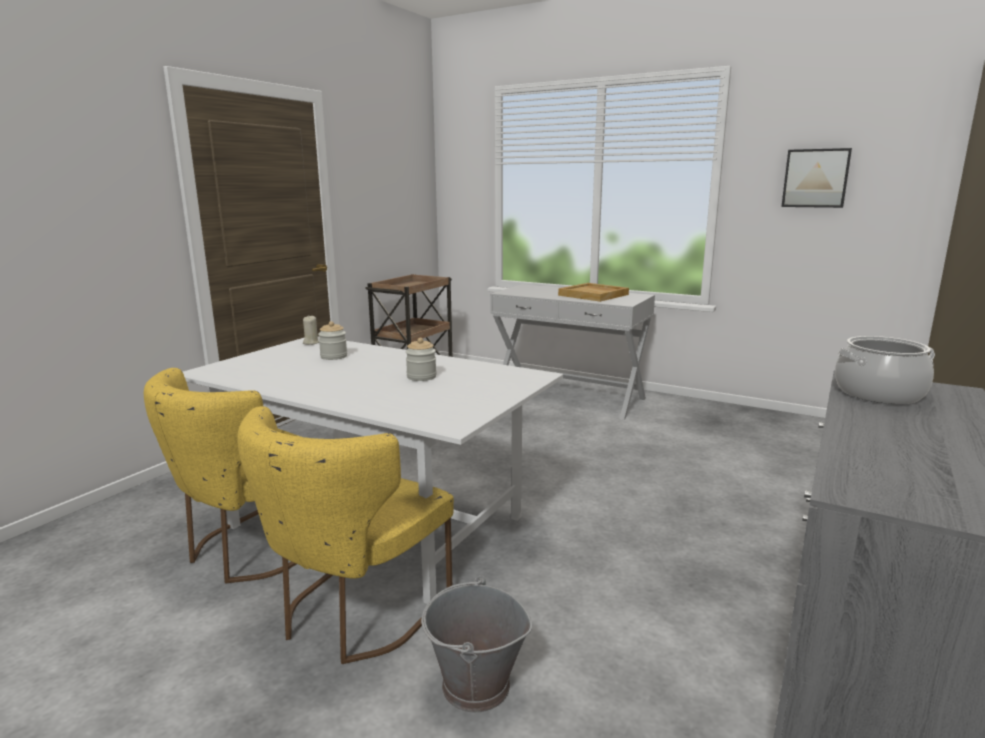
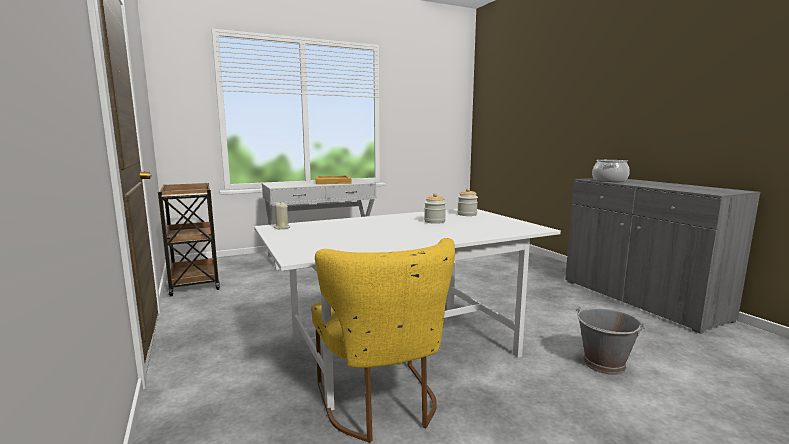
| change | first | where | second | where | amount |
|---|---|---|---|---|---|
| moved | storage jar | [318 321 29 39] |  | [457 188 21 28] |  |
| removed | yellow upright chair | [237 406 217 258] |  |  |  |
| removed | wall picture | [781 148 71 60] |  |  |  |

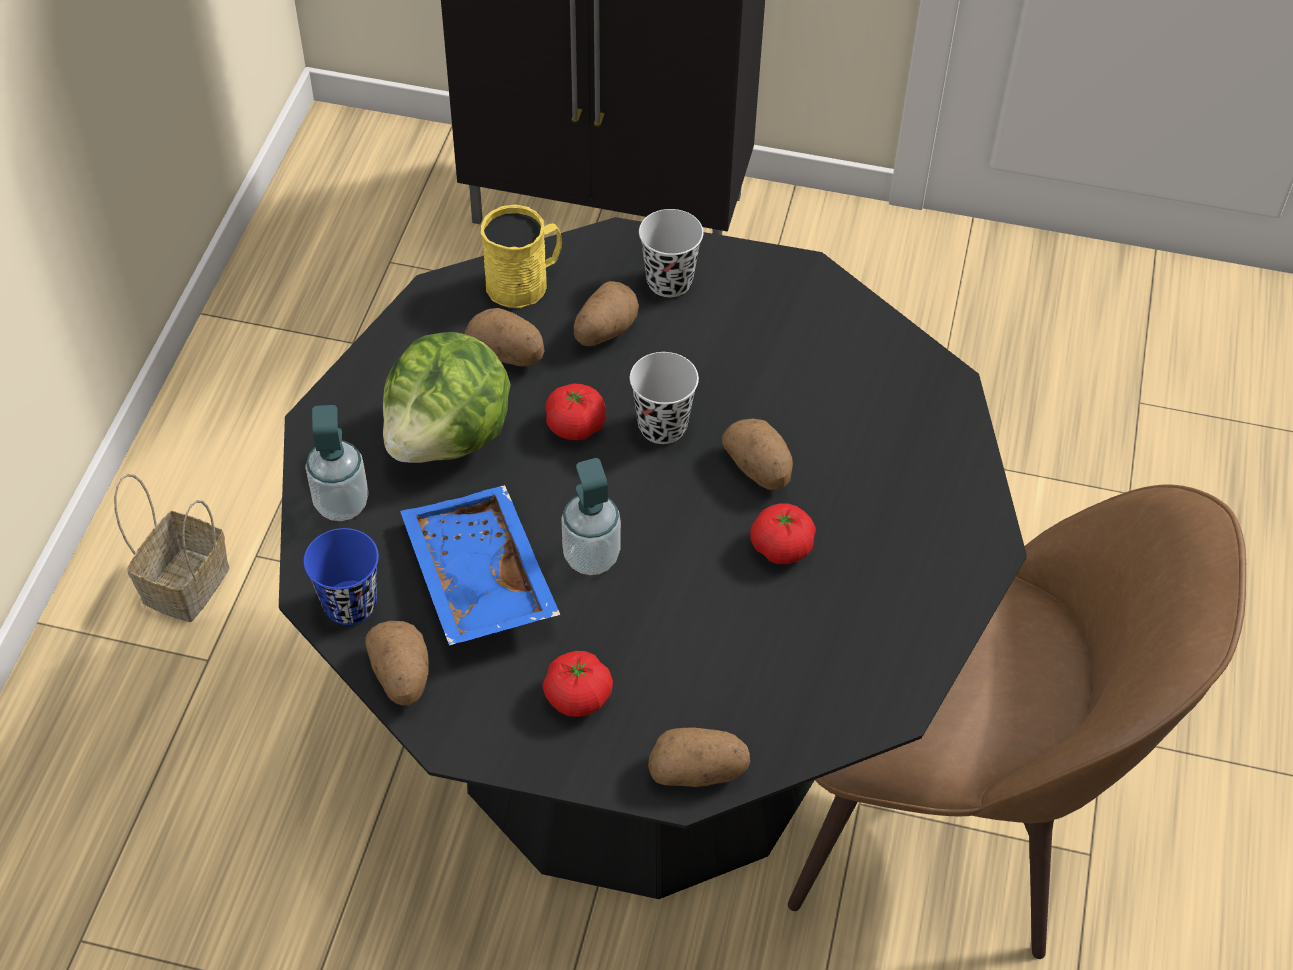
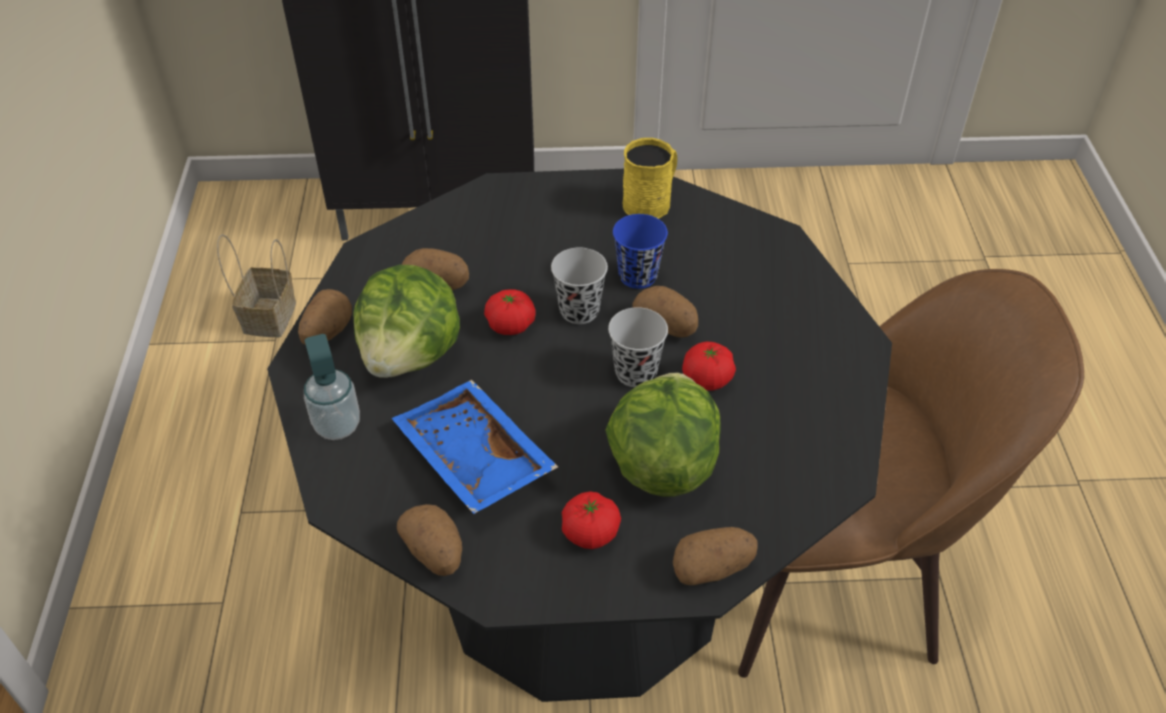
| change | first | where | second | where | amount |
|---|---|---|---|---|---|
| moved | storage basket | [114 474 115 148] |  | [217 234 79 103] |  |
| moved | whole potato | [574 281 65 65] |  | [298 289 54 56] |  |
| added |  |  | lettuce | [605 373 116 124] |  |
| moved | black-coloured cup | [639 209 65 88] |  | [608 307 60 80] |  |
| moved | bluish cup | [304 528 75 97] |  | [613 214 55 75] |  |
| moved | yellow mug | [481 204 81 104] |  | [623 138 54 81] |  |
| removed | soap dispenser | [561 458 60 117] |  |  |  |

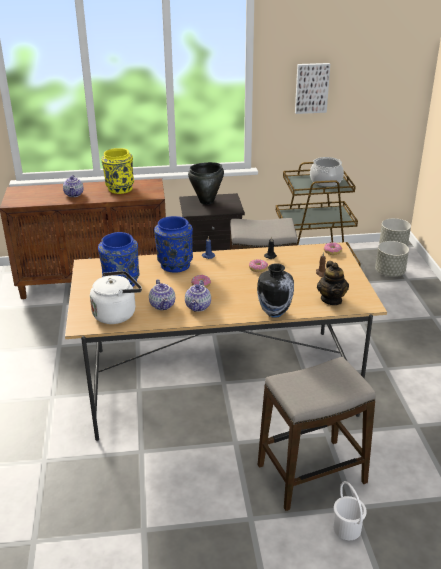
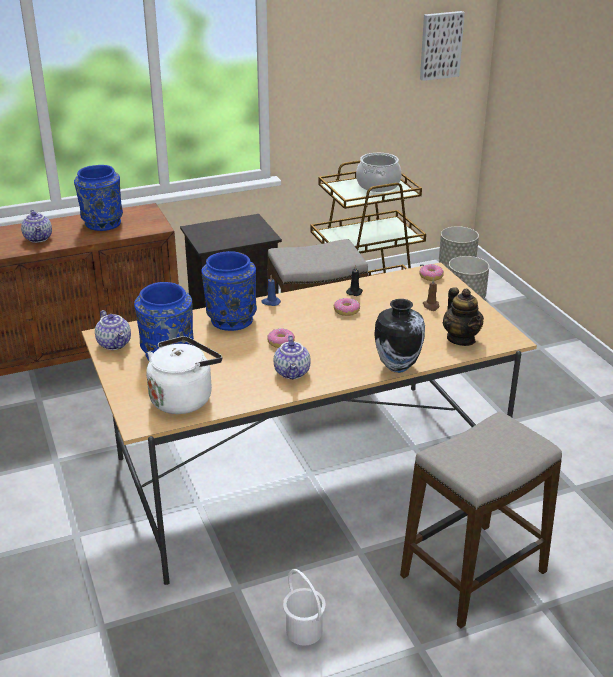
| change | first | where | second | where | amount |
|---|---|---|---|---|---|
| recoloured | yellow decorative vase | [101 148 33 46] | bluish decorative vase | [74 165 49 66] |  |
| moved | teapot | [149 279 26 31] |  | [95 310 36 40] |  |
| moved | white water bucket | [334 481 33 59] |  | [283 569 43 77] |  |
| moved | wall picture | [295 63 35 51] |  | [420 11 45 70] |  |
| removed | black-coloured cooking pot | [188 162 36 43] |  |  |  |

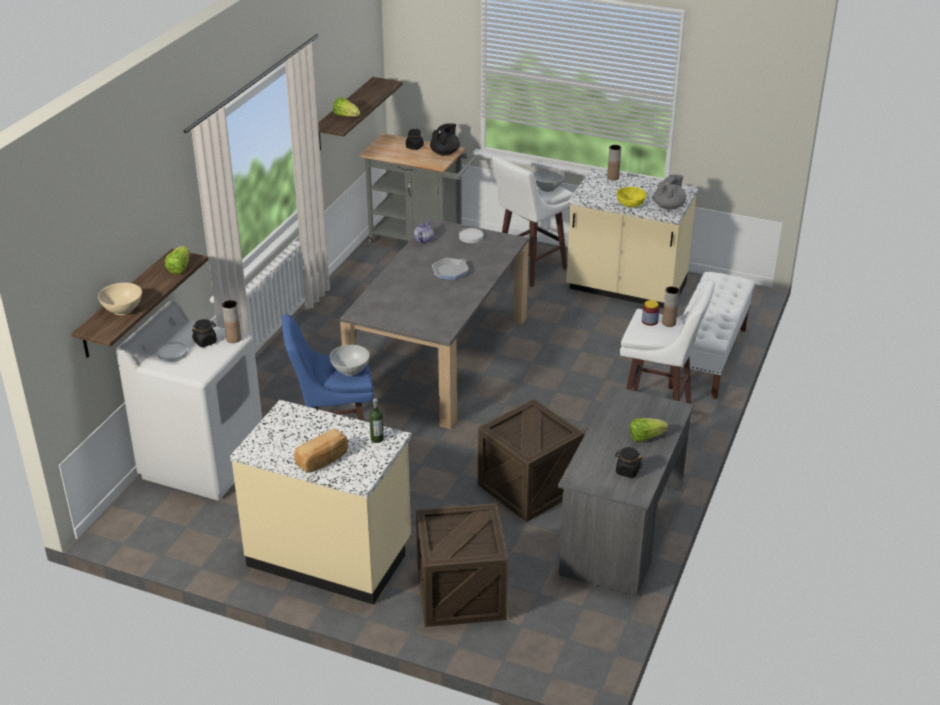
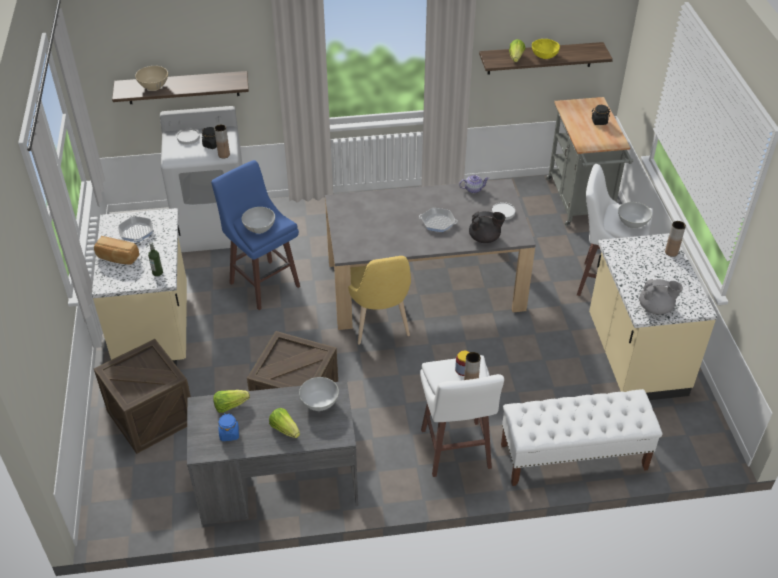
| change | first | where | second | where | amount |
|---|---|---|---|---|---|
| added |  |  | pan | [118 215 35 27] |  |
| moved | lettuce | [165 246 24 28] |  | [213 390 37 23] |  |
| recoloured | black-coloured storage jar | [615 447 27 31] | bluish storage jar | [218 413 21 28] |  |
| added |  |  | white deep dish | [299 377 40 34] |  |
| added |  |  | yellow upright chair | [348 256 63 88] |  |
| moved | black-coloured teapot | [430 123 30 33] |  | [469 211 37 32] |  |
| moved | yellow deep dish | [617 187 30 20] |  | [532 39 28 20] |  |

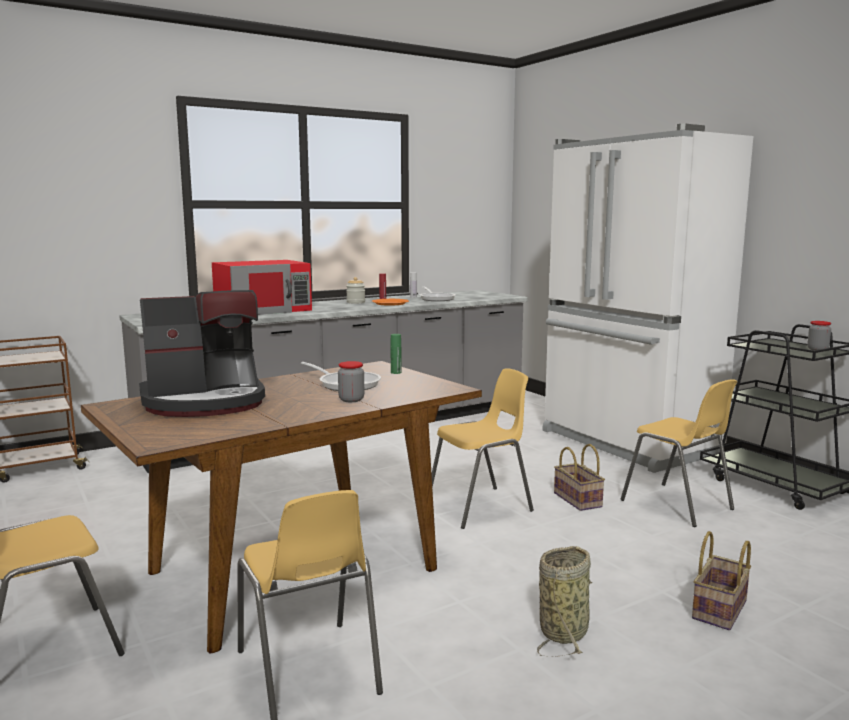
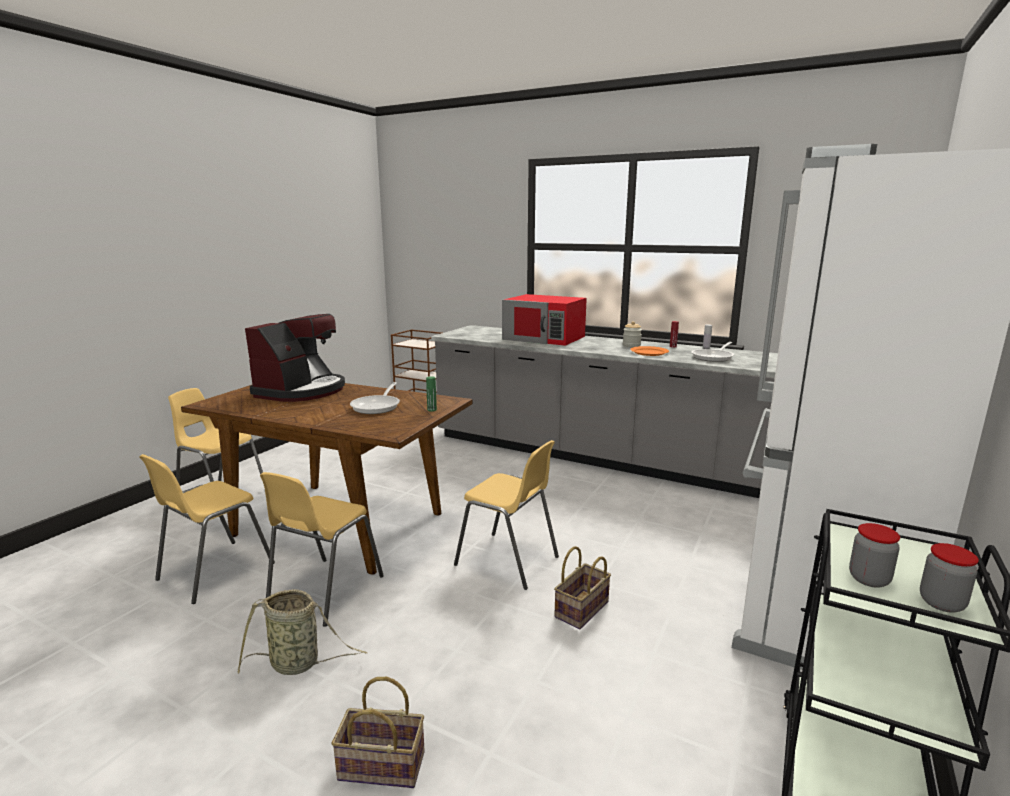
| change | first | where | second | where | amount |
|---|---|---|---|---|---|
| turned | coffee brewer | [139 290 126 127] |  | [245 314 100 88] | 105 degrees counterclockwise |
| moved | yellow upright chair | [621 379 116 148] |  | [260 472 124 155] |  |
| moved | storage jar | [338 361 26 41] |  | [849 523 51 65] |  |

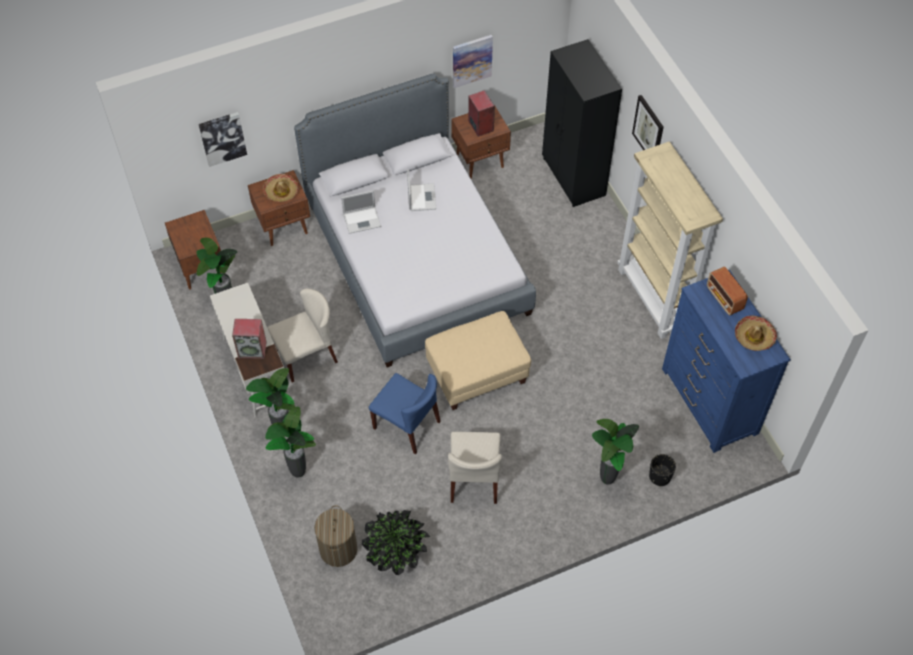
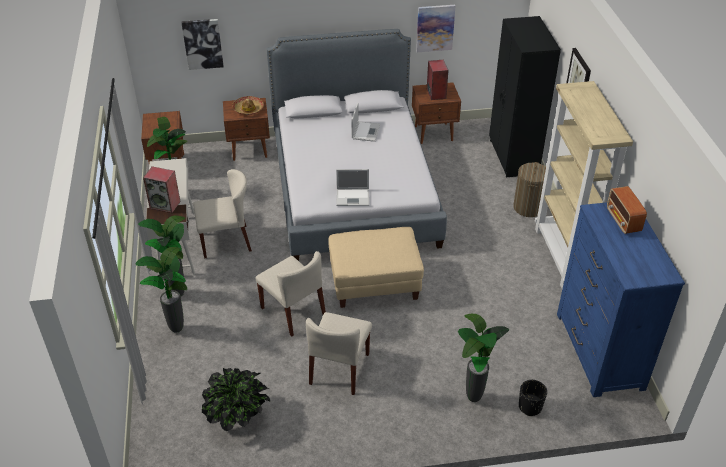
| change | first | where | second | where | amount |
|---|---|---|---|---|---|
| recoloured | bluish upright chair | [369 373 72 81] | beige-coloured upright chair | [255 251 71 86] |  |
| moved | laptop | [341 190 40 44] |  | [336 169 33 37] |  |
| moved | washing basket | [314 505 43 62] |  | [513 162 33 55] |  |
| removed | wearable hat | [735 315 42 36] |  |  |  |

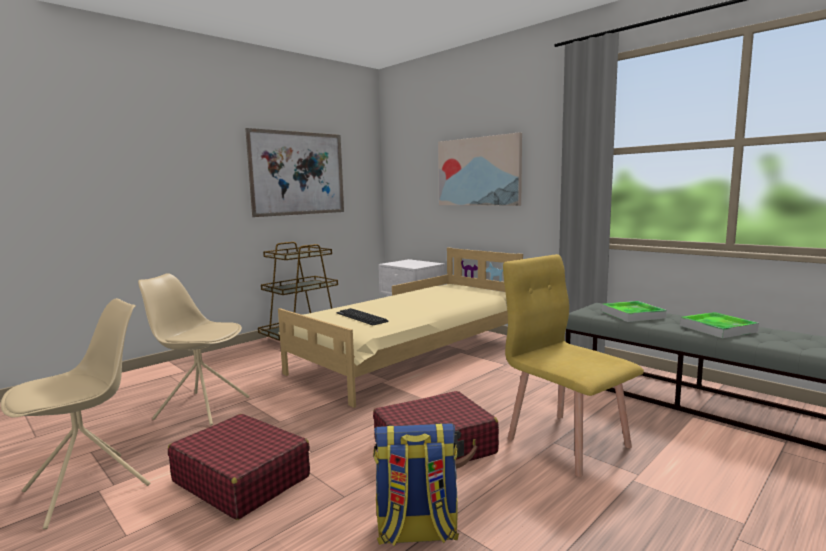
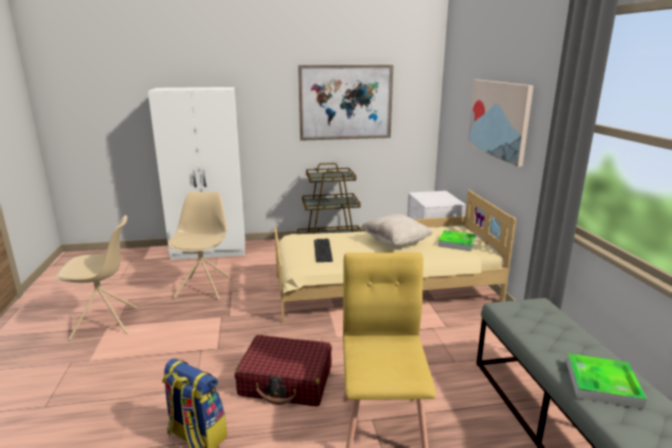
| change | first | where | second | where | amount |
|---|---|---|---|---|---|
| added |  |  | white clothes cupboard | [148 87 97 174] |  |
| turned | beige-coloured upright chair | [138 273 112 152] |  | [168 191 64 109] | 45 degrees clockwise |
| added |  |  | beige-coloured throw pillow | [361 214 72 33] |  |
| moved | tray | [601 301 66 21] |  | [438 230 38 21] |  |
| removed | red travel case | [168 414 142 106] |  |  |  |

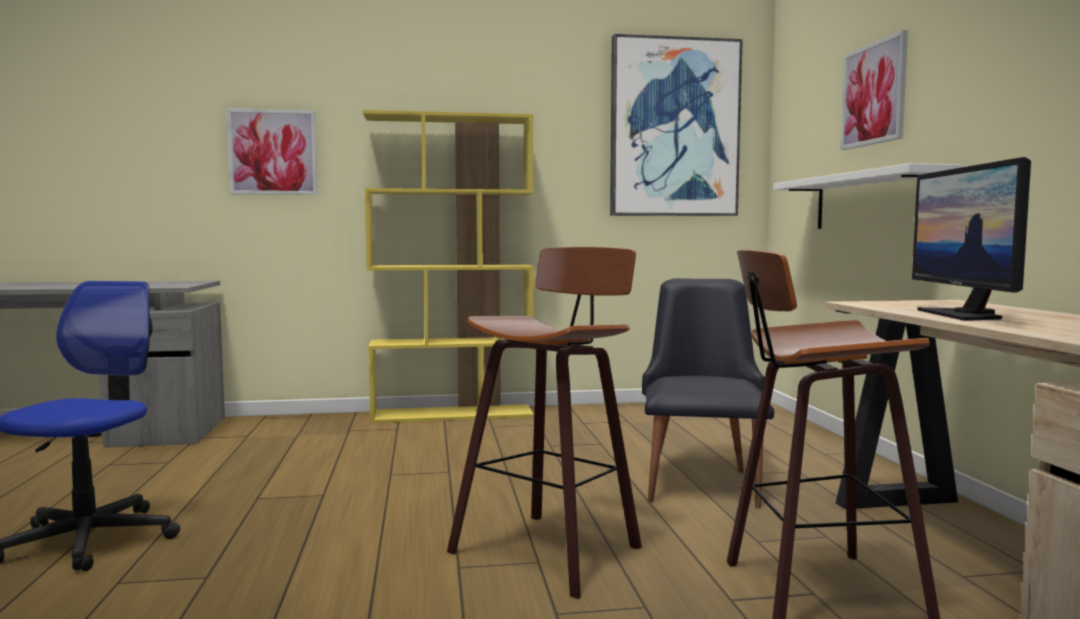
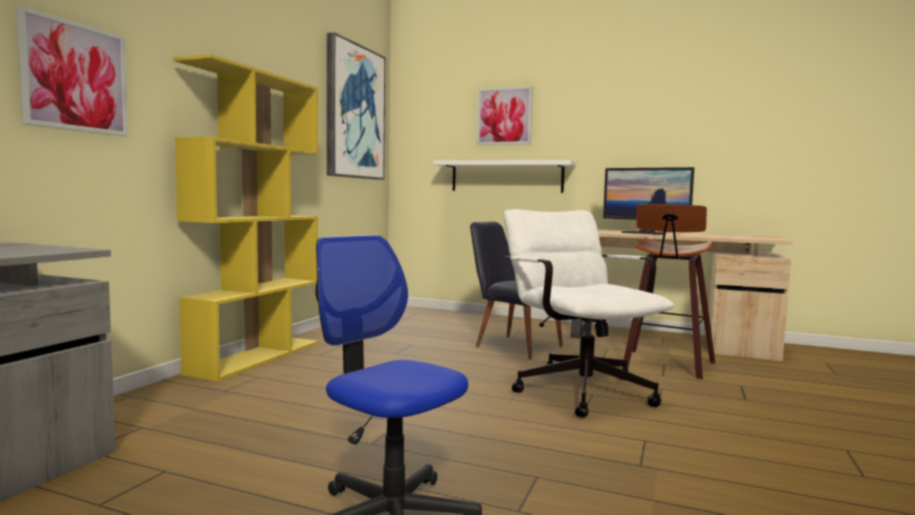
| change | first | where | second | where | amount |
|---|---|---|---|---|---|
| replaced | sitting stool | [447 247 195 352] | white desk chair | [503 209 171 209] |  |

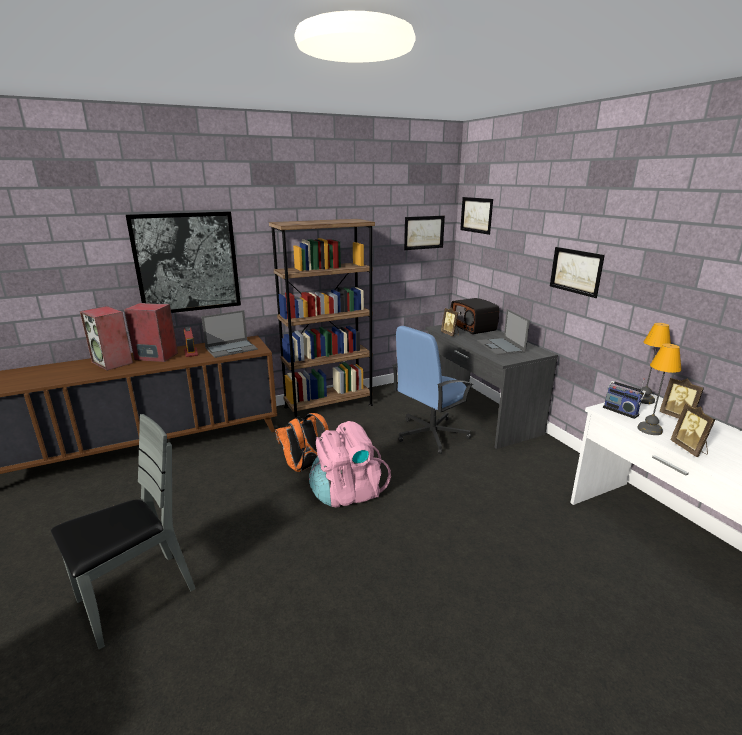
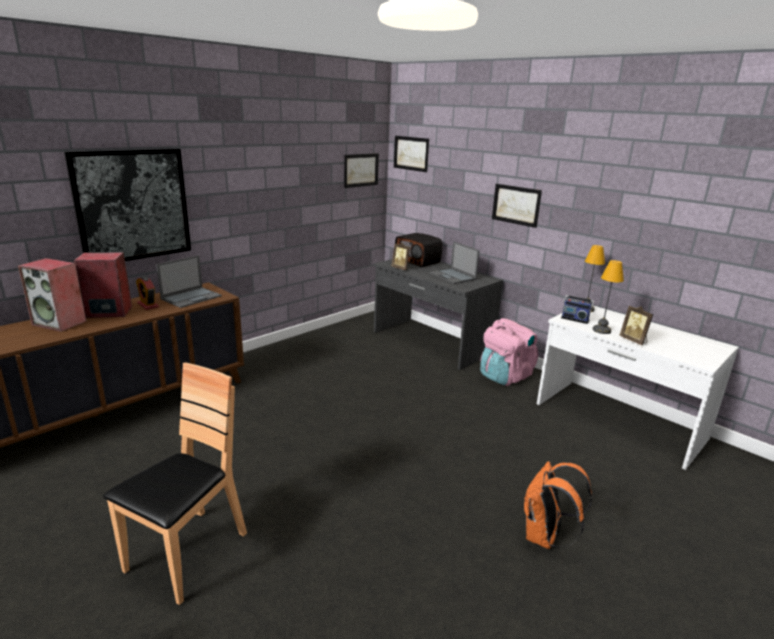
| change | first | where | second | where | amount |
|---|---|---|---|---|---|
| recoloured | greyish upright chair | [51 414 145 235] | brown-coloured upright chair | [103 362 144 243] |  |
| moved | pinkish knapsack | [309 421 82 87] |  | [480 318 58 68] |  |
| moved | orangey knapsack | [275 413 54 59] |  | [524 461 68 88] |  |
| removed | brown-coloured bookshelf | [269 219 106 200] |  |  |  |
| removed | bluish desk chair | [392 326 82 128] |  |  |  |
| removed | picture frame | [659 378 45 41] |  |  |  |

